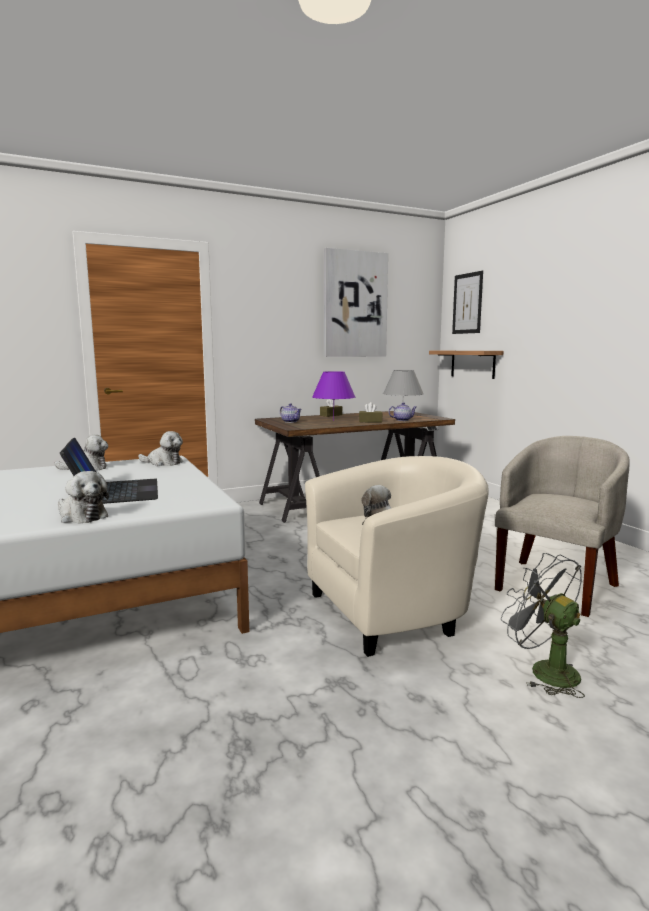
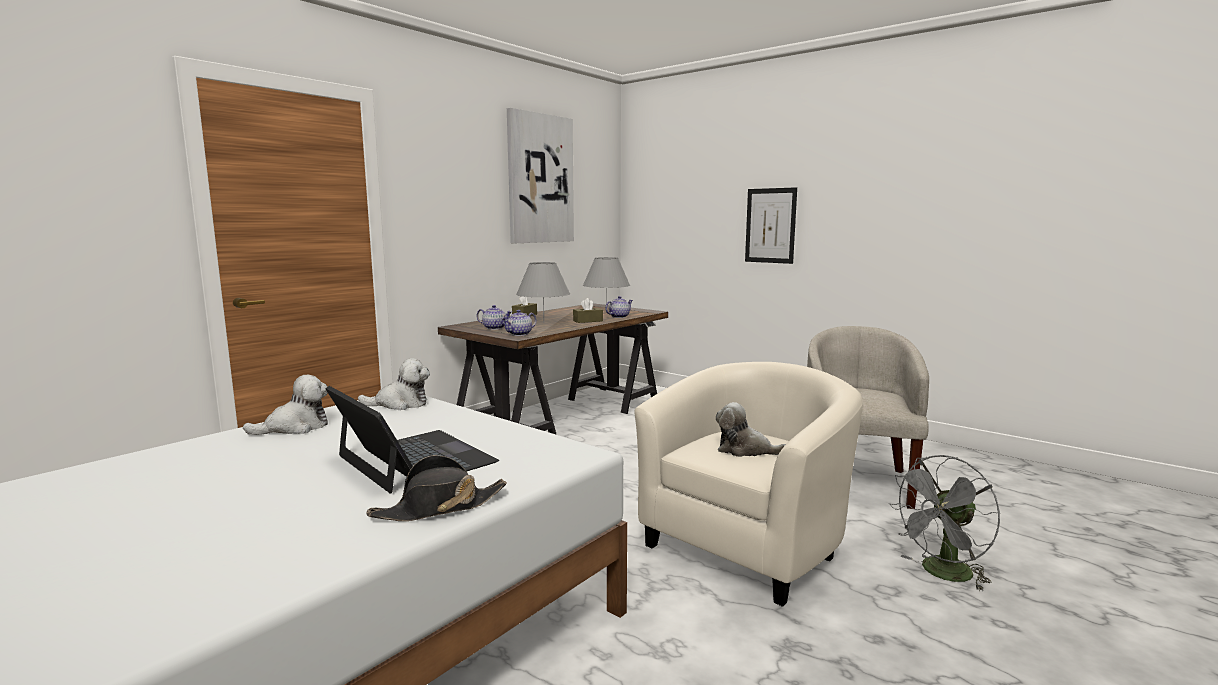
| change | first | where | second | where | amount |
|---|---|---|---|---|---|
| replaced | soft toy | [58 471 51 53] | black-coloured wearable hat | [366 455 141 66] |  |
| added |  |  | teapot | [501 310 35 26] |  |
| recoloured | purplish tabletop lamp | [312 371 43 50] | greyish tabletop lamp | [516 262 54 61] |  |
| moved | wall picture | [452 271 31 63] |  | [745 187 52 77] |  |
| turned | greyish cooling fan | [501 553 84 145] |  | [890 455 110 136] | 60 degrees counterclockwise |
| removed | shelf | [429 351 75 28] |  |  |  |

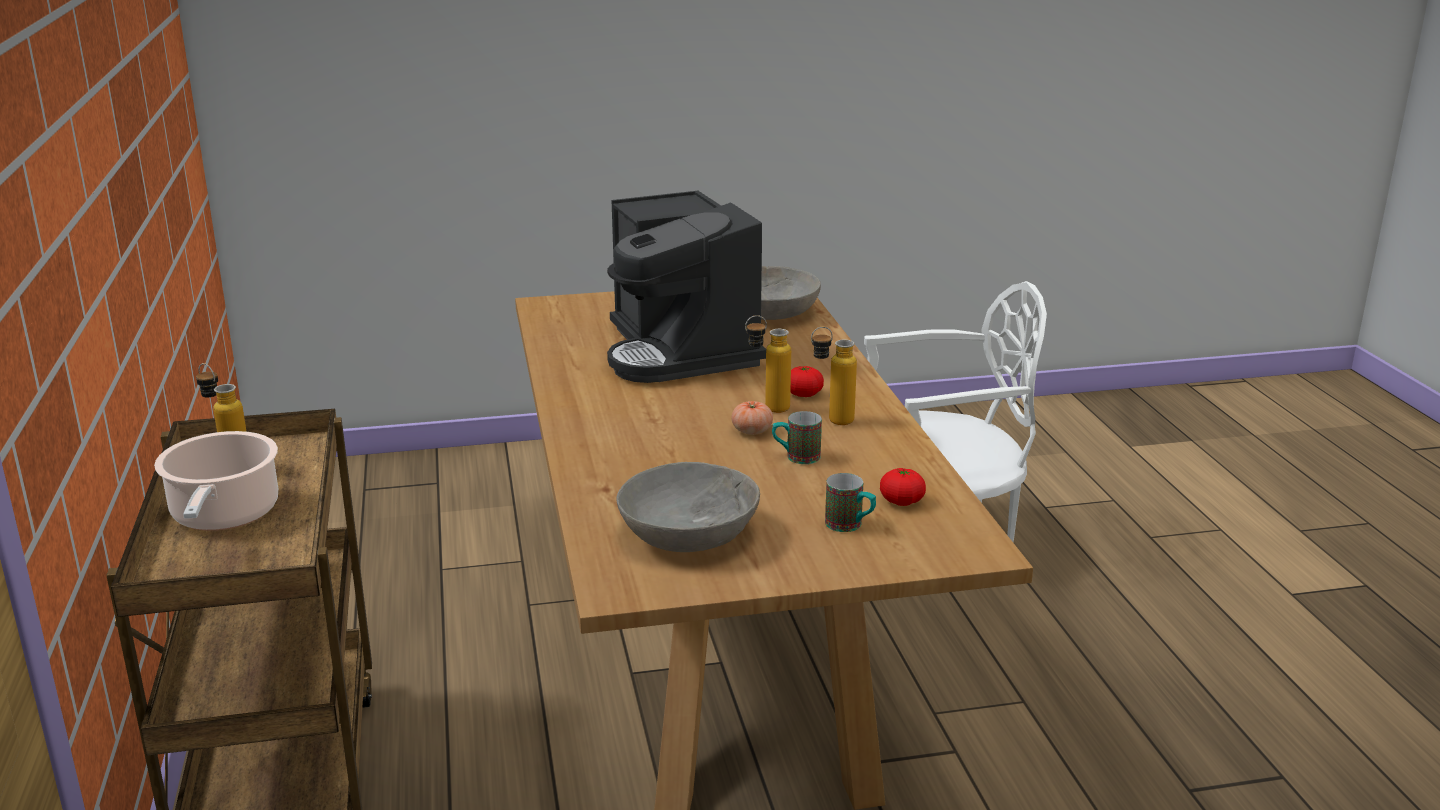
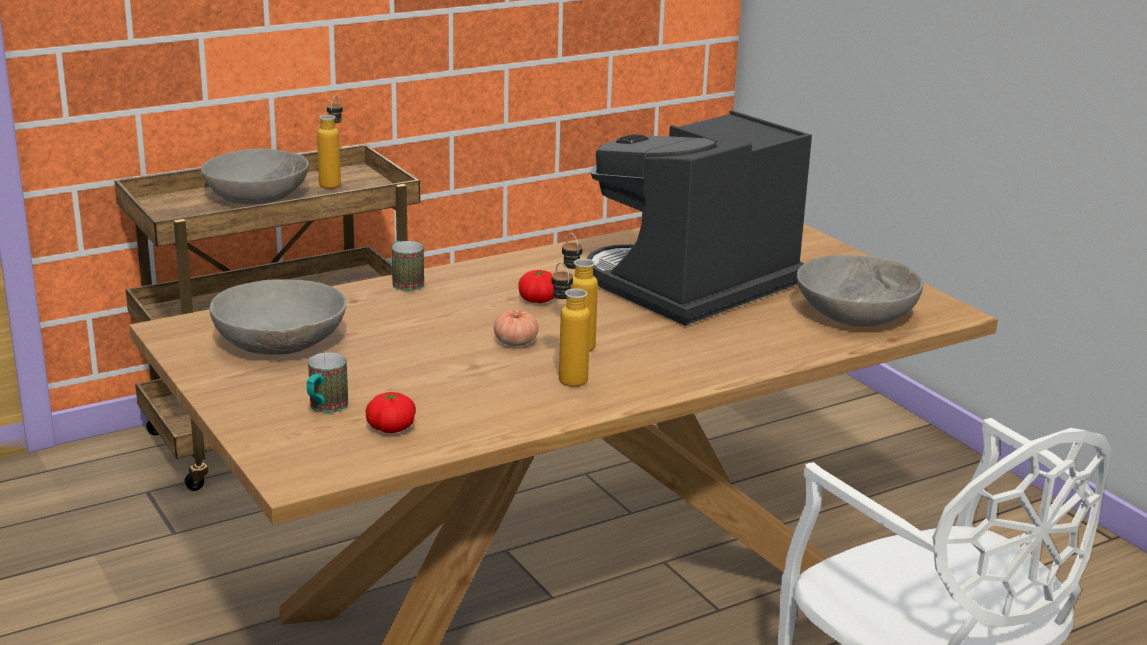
| change | first | where | second | where | amount |
|---|---|---|---|---|---|
| replaced | cooking pot | [154 431 124 100] | greyish deep dish | [201 149 108 55] |  |
| moved | mug | [772 411 50 53] |  | [392 241 32 50] |  |
| moved | fresh tomato | [790 366 34 31] |  | [518 270 36 33] |  |

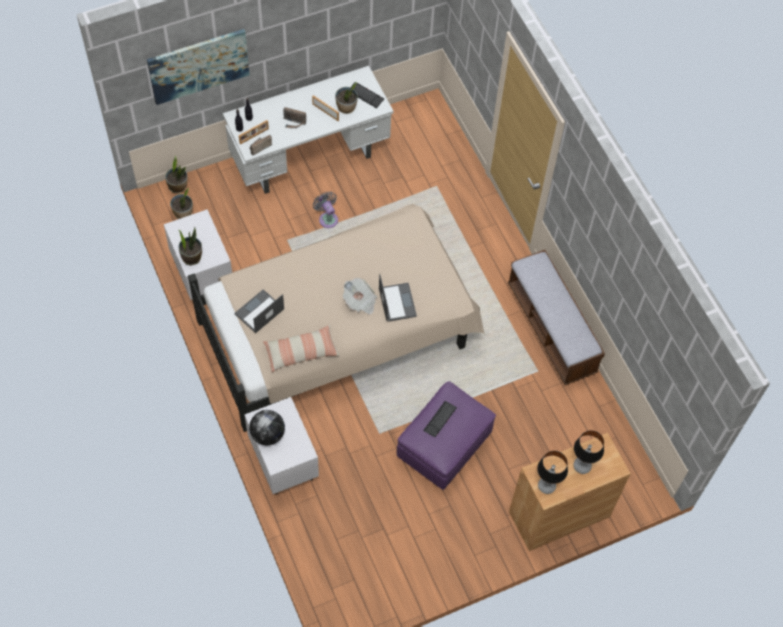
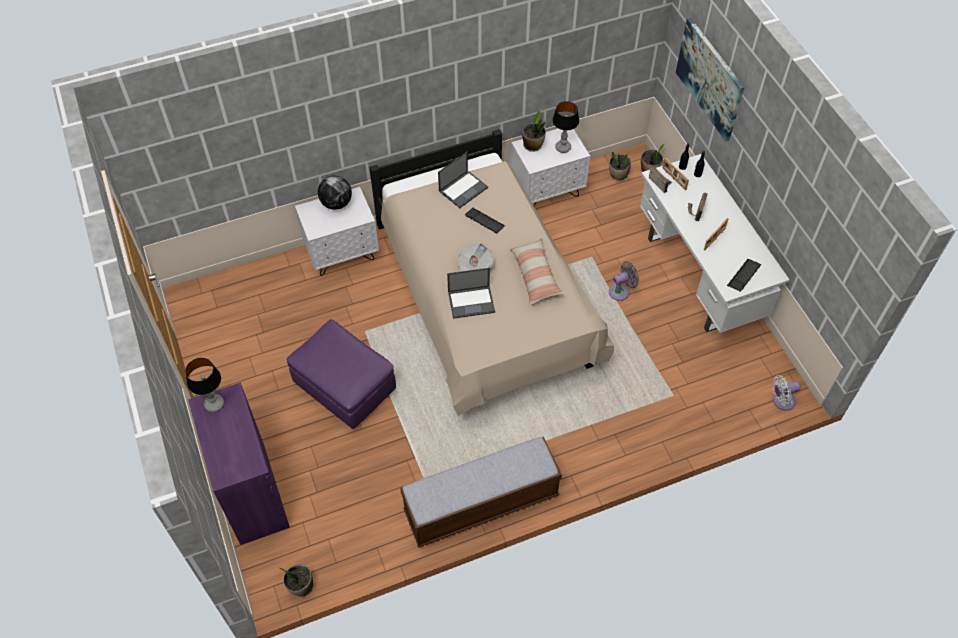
| change | first | where | second | where | amount |
|---|---|---|---|---|---|
| recoloured | brown-coloured storage cabinet | [509 433 122 118] | purplish storage cabinet | [188 382 102 163] |  |
| moved | potted plant | [335 82 23 32] |  | [280 564 33 33] |  |
| turned | laptop | [234 289 50 44] |  | [438 152 50 56] | 90 degrees clockwise |
| moved | PC keyboard | [423 401 34 36] |  | [465 208 40 25] |  |
| moved | throw pillow | [263 324 76 48] |  | [510 238 54 68] |  |
| moved | tabletop lamp | [573 430 31 44] |  | [552 101 27 52] |  |
| added |  |  | white cooling fan | [772 375 28 36] |  |

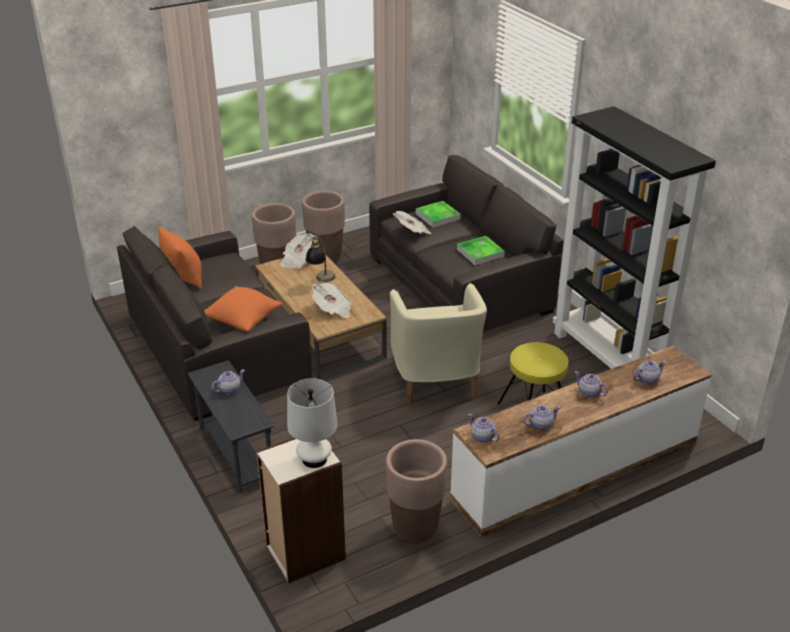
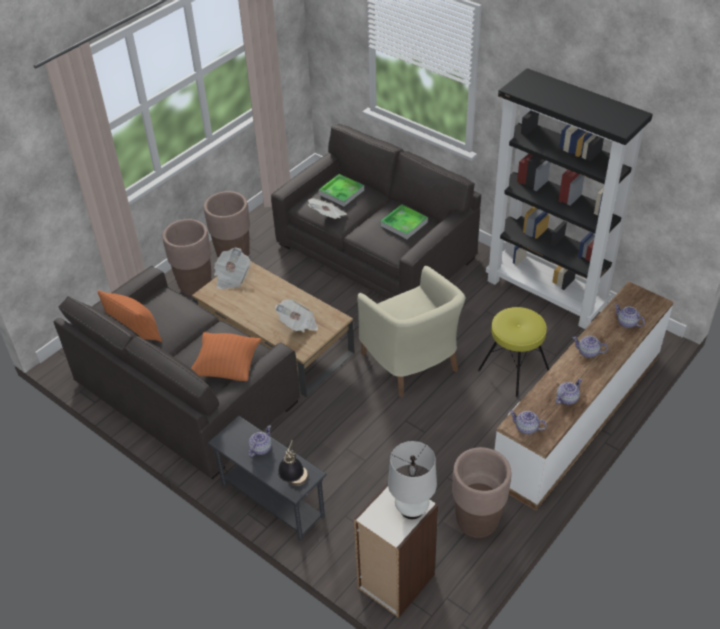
| change | first | where | second | where | amount |
|---|---|---|---|---|---|
| moved | tabletop lamp | [306 235 29 47] |  | [278 440 31 46] |  |
| turned | teapot | [633 361 33 23] |  | [615 304 30 24] | 90 degrees counterclockwise |

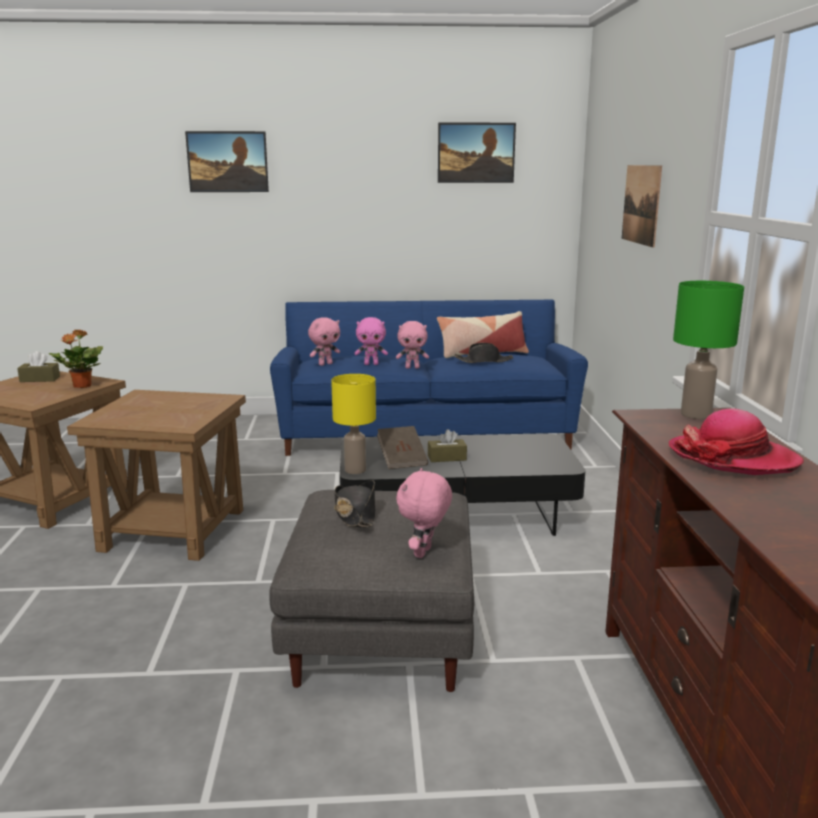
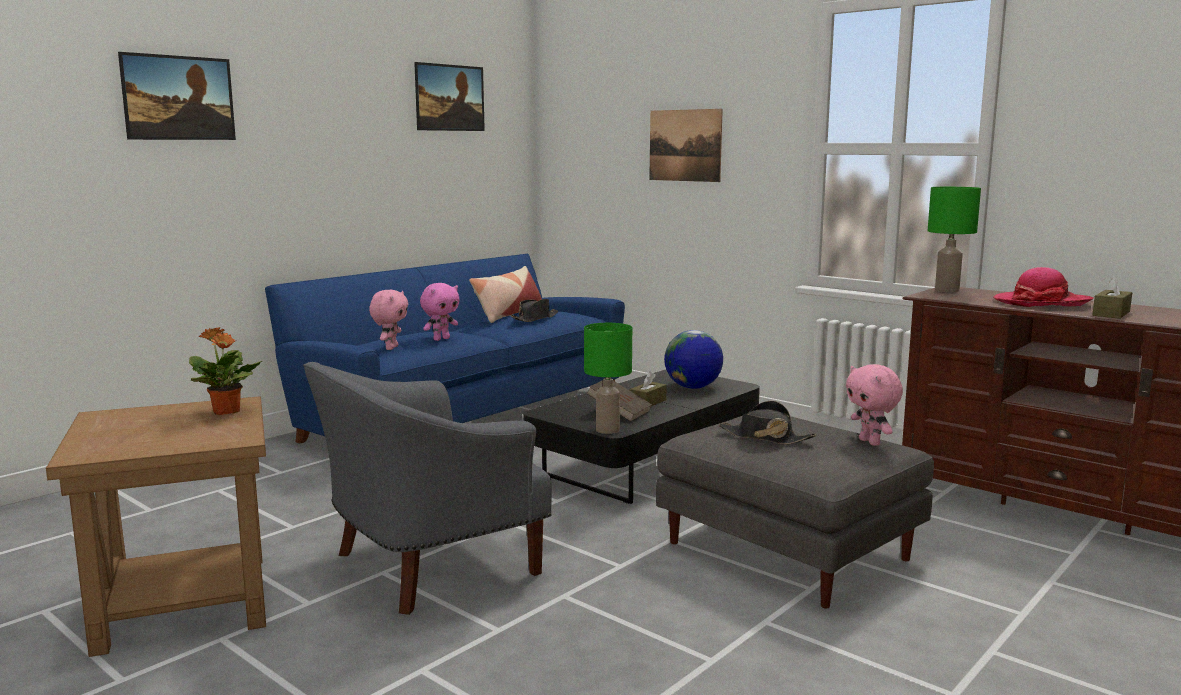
| change | first | where | second | where | amount |
|---|---|---|---|---|---|
| replaced | brown-coloured end table | [67 390 179 171] | greyish lounge chair | [303 362 249 253] |  |
| recoloured | yellow tabletop lamp | [331 374 45 100] | greenish tabletop lamp | [584 323 48 111] |  |
| added |  |  | desk globe | [664 330 59 59] |  |
| moved | brown-coloured tissue box | [17 351 43 31] |  | [1092 274 40 45] |  |
| removed | pinkish soft toy | [396 321 33 48] |  |  |  |

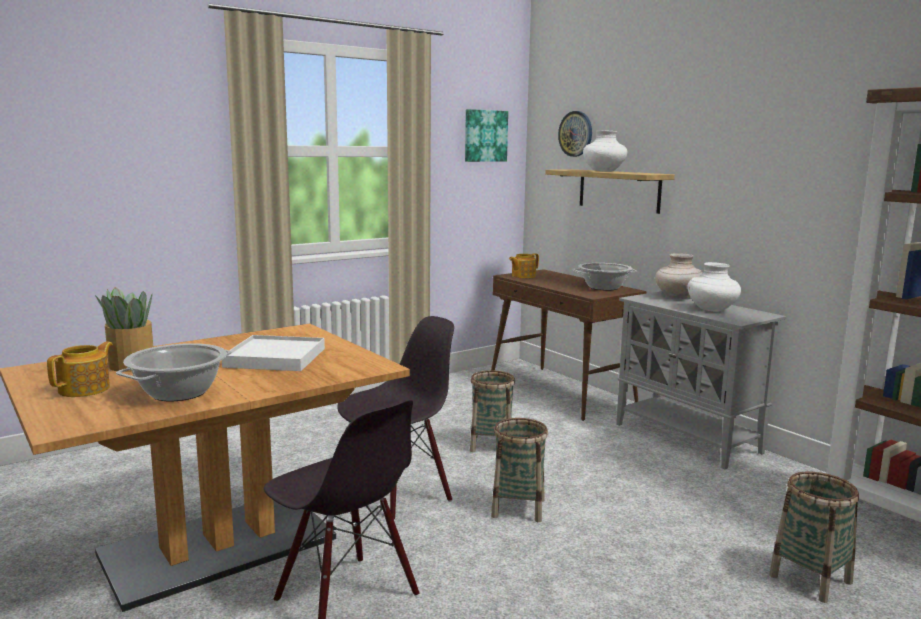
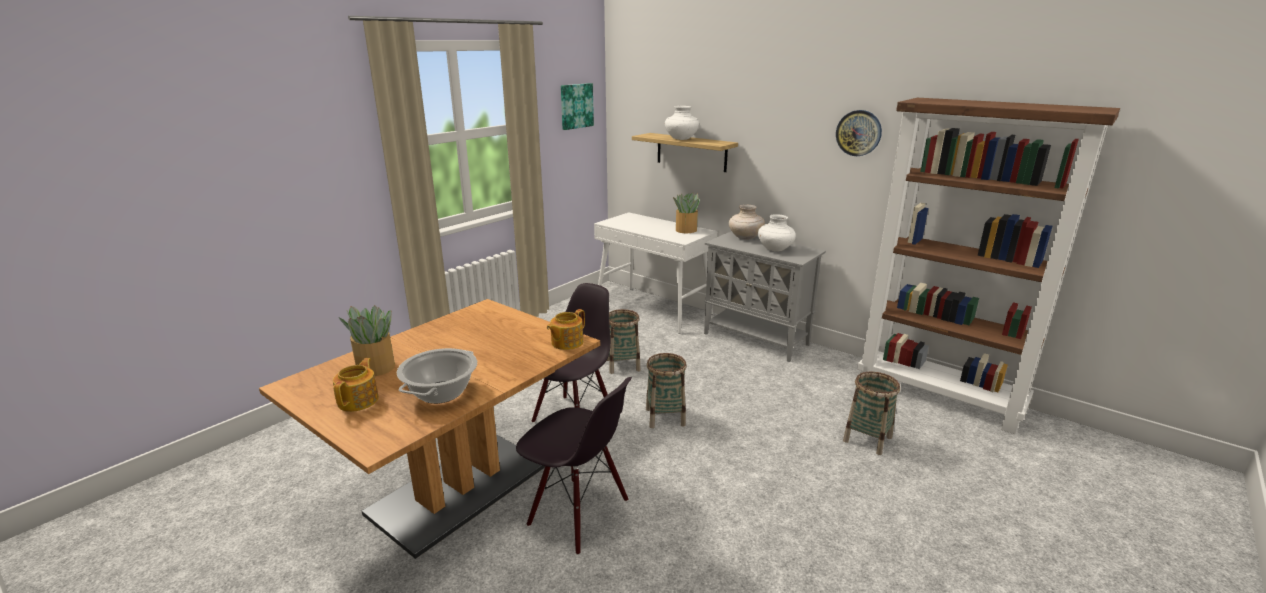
| change | first | where | second | where | amount |
|---|---|---|---|---|---|
| moved | teapot | [509 253 30 25] |  | [547 309 38 41] |  |
| recoloured | brown-coloured console table | [491 269 156 152] | white console table | [594 212 124 122] |  |
| replaced | cooking pot | [573 263 64 27] | potted plant | [673 193 26 40] |  |
| moved | clock on the wall | [558 111 34 46] |  | [836 110 46 46] |  |
| removed | white tray | [222 335 103 36] |  |  |  |

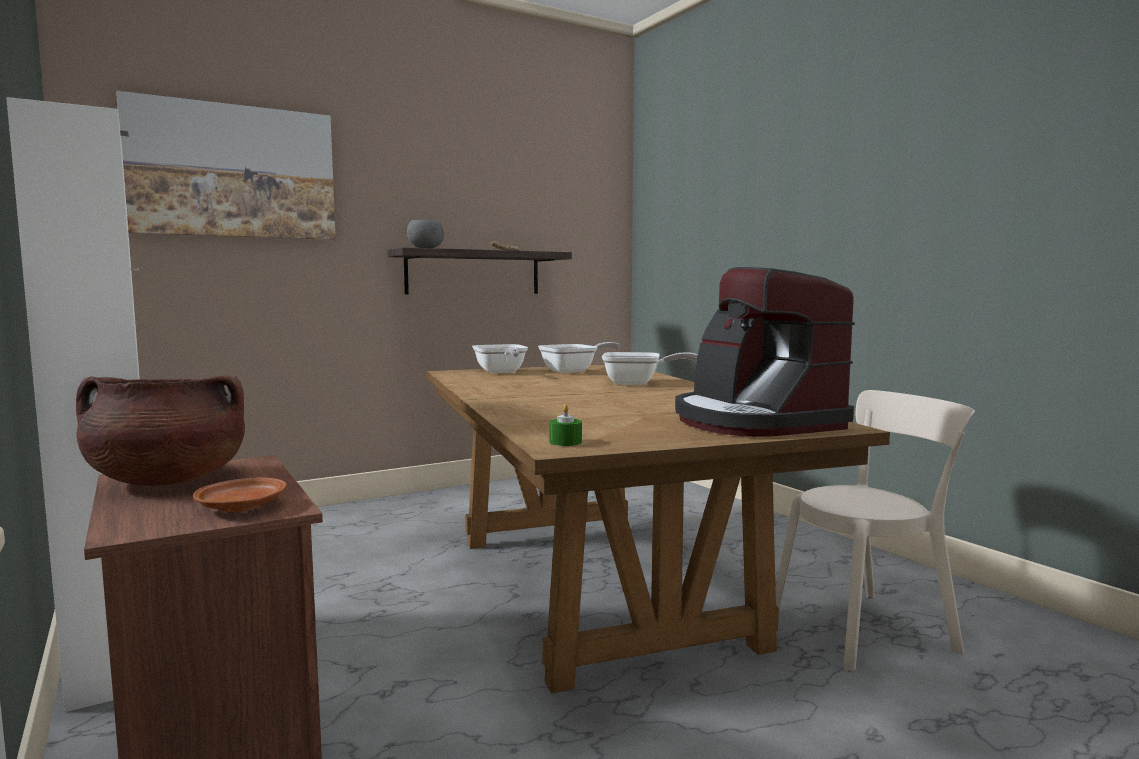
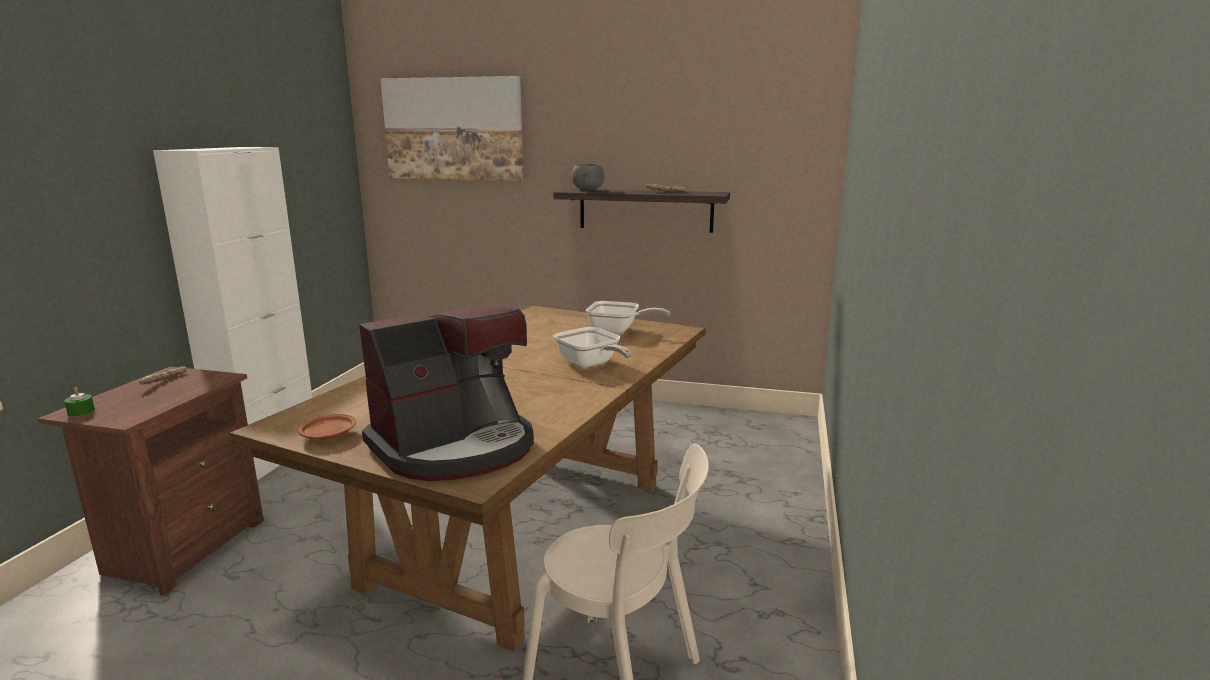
| change | first | where | second | where | amount |
|---|---|---|---|---|---|
| moved | greenish wax light | [549 404 33 42] |  | [64 387 31 29] |  |
| replaced | brown-coloured cooking pot | [76 375 169 111] | bread | [139 367 48 18] |  |
| moved | brown-coloured dinner plate | [193 477 94 35] |  | [298 414 58 26] |  |
| turned | coffee brewer | [675 267 180 170] |  | [359 305 175 176] | 150 degrees counterclockwise |
| removed | pan | [472 344 56 29] |  |  |  |

